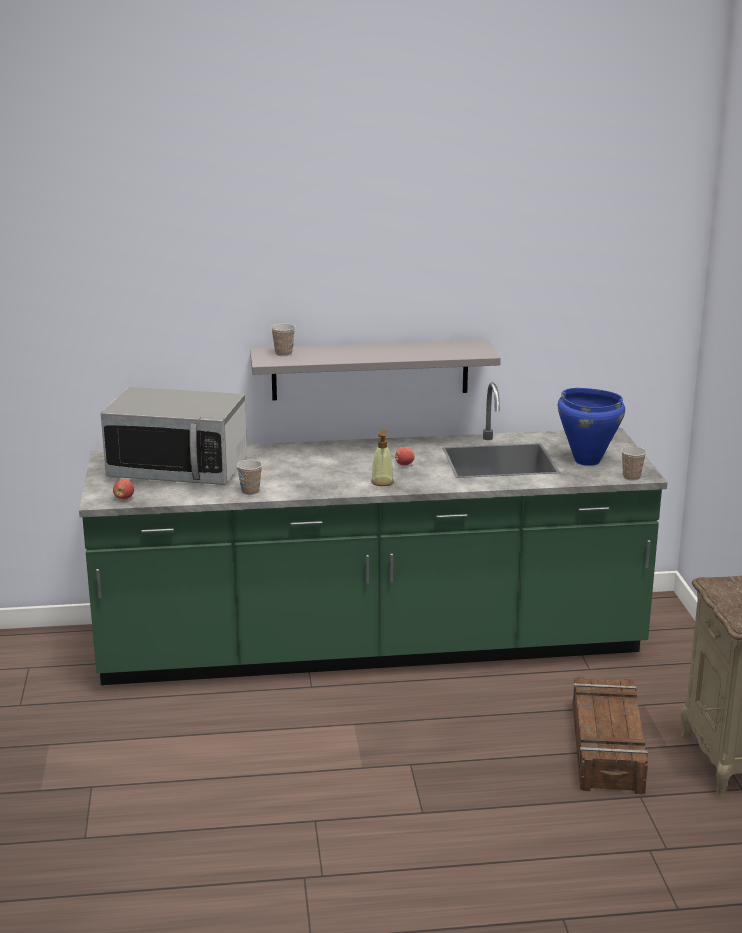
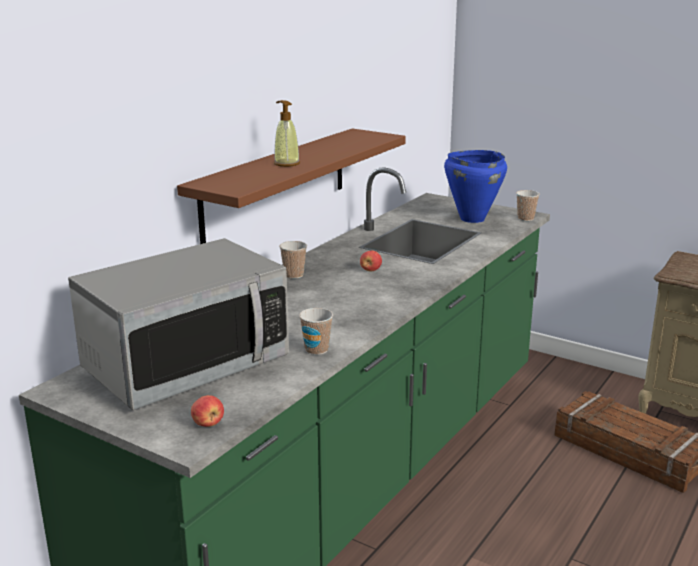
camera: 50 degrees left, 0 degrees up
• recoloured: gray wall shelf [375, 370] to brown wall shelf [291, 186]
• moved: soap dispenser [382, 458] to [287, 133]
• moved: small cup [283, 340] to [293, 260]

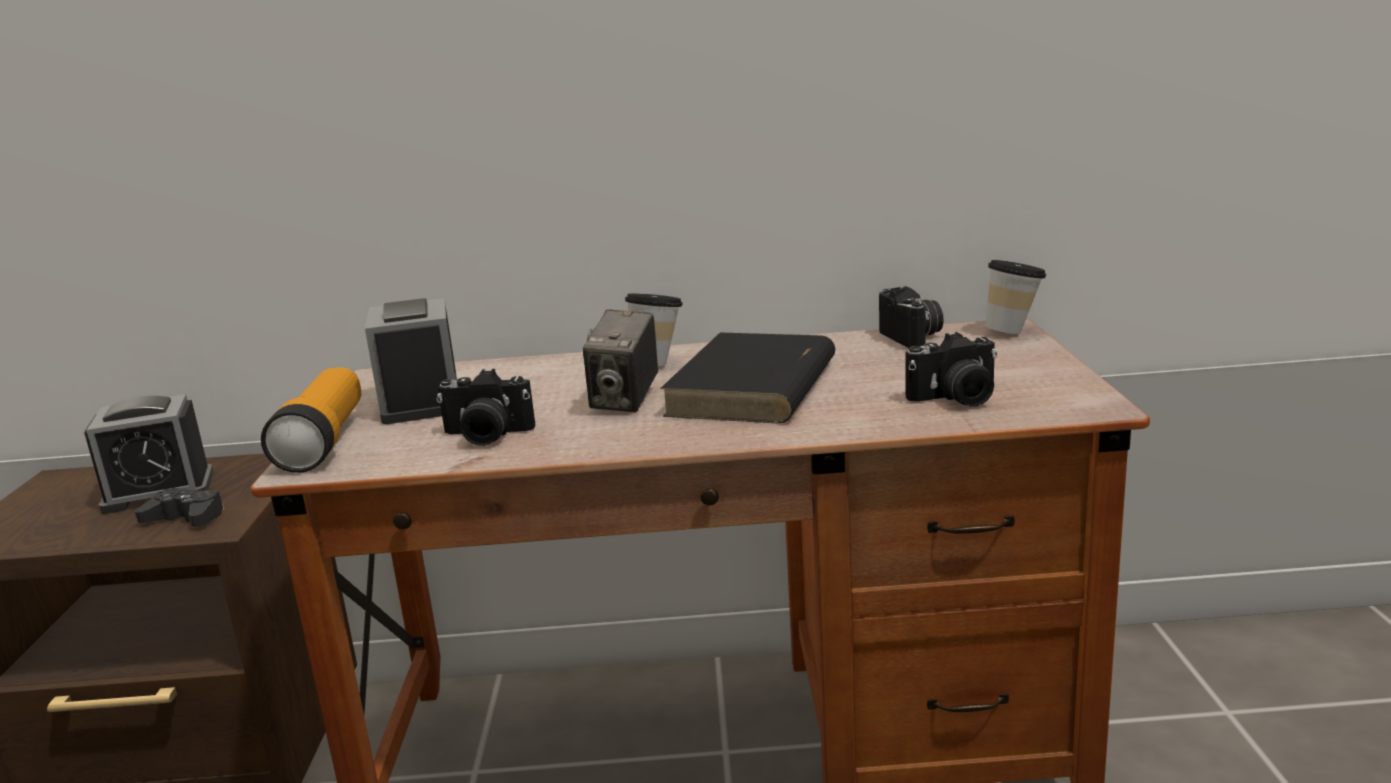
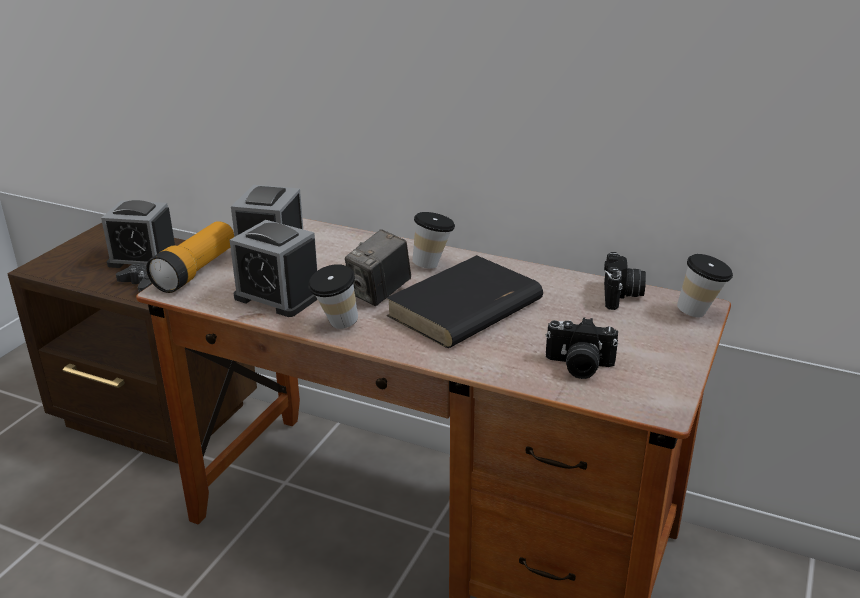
camera: 25 degrees right, 10 degrees up
• replaced: photo camera [486, 407] to table clock [274, 268]
• added: small cup [333, 296]

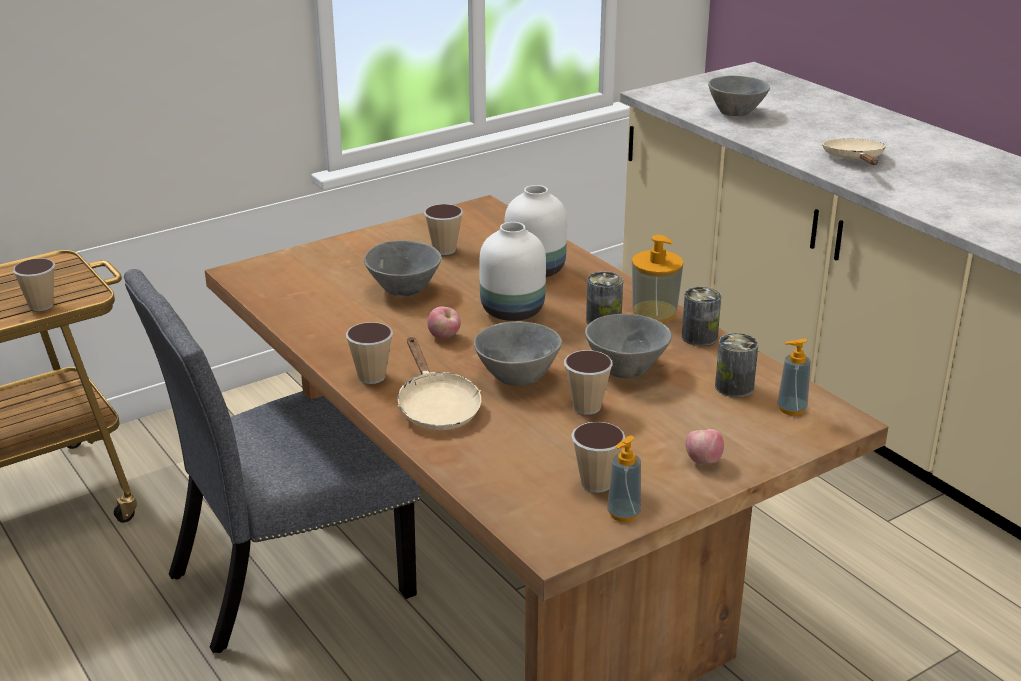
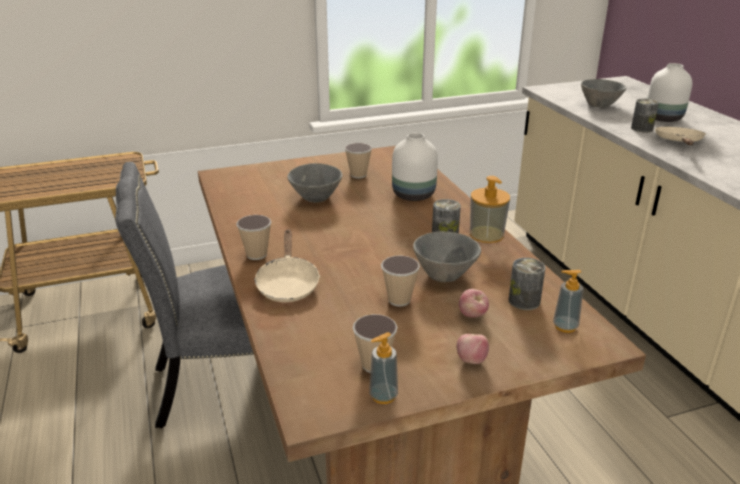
camera: 15 degrees right, 0 degrees up
• moved: whole apple [444, 322] to [474, 303]
• moved: sealed can [701, 316] to [645, 115]
• moved: white vase [512, 271] to [669, 92]
• removed: small cup [34, 284]
• removed: gray bowl [518, 353]

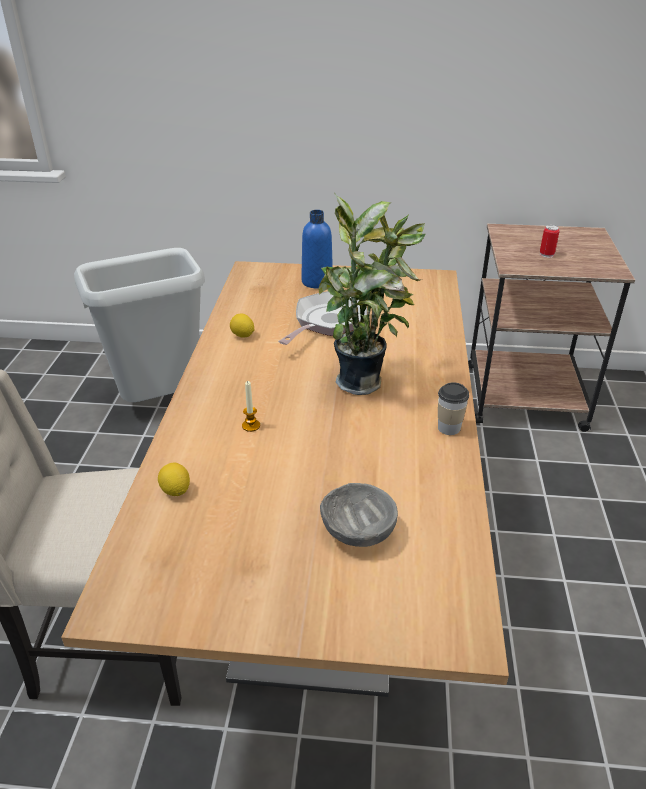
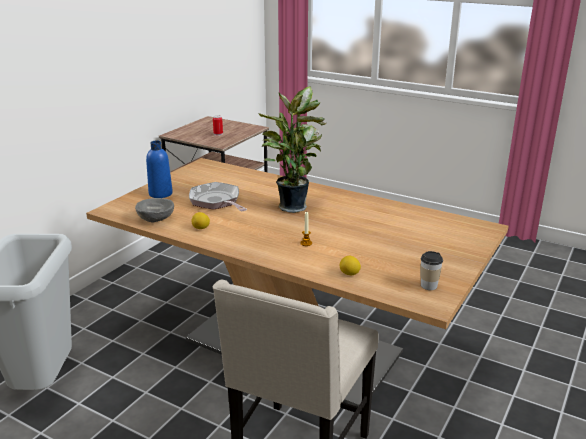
camera: 65 degrees left, 10 degrees down
• moved: gray bowl [359, 515] to [154, 210]
• moved: small cup [453, 408] to [432, 270]

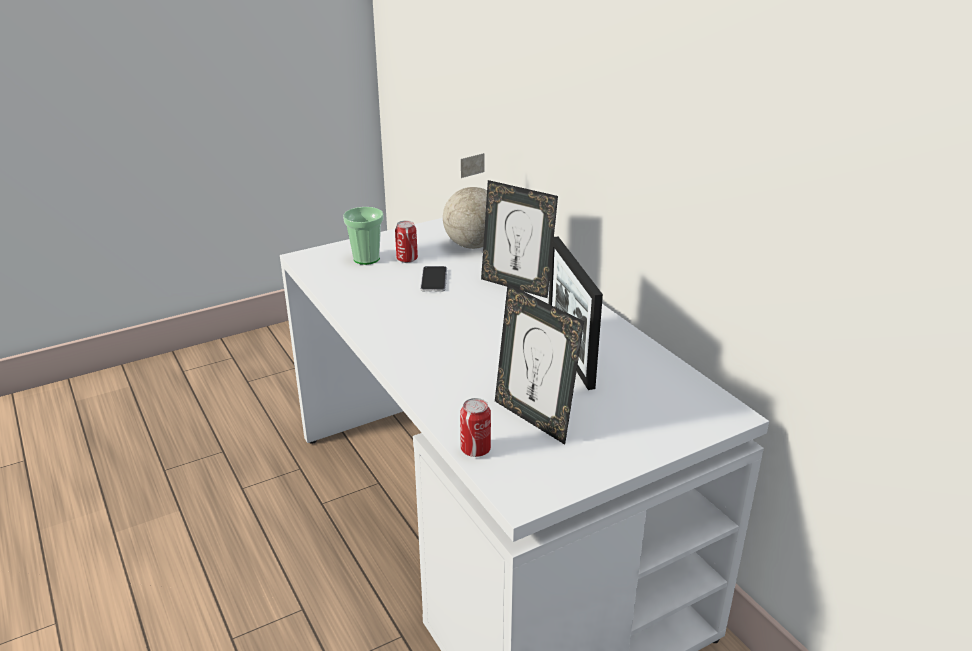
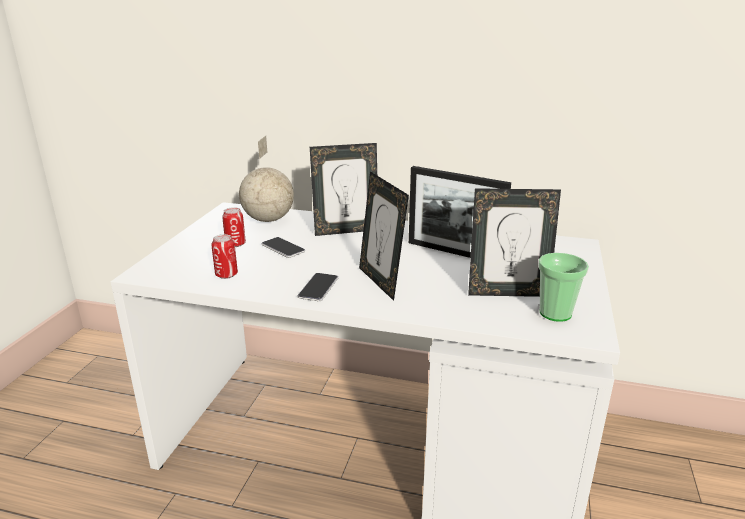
camera: 45 degrees left, 5 degrees down
• moved: sealed can [475, 427] to [224, 256]
• added: telephone [318, 287]
• added: photo frame [384, 236]
• moved: small cup [363, 236] to [563, 287]

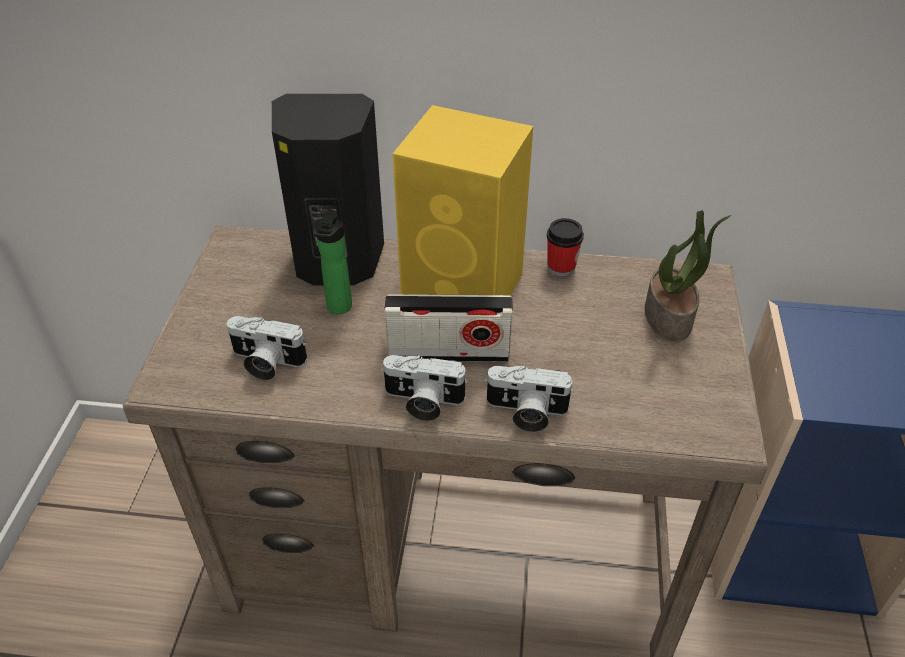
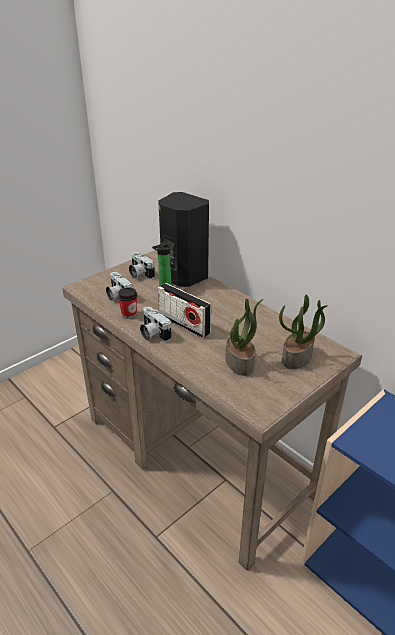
camera: 40 degrees right, 10 degrees down
• moved: small cup [565, 247] to [127, 303]
• moved: photo camera [529, 399] to [142, 265]
• added: houseplant [244, 337]
• removed: yellowish audio speaker [463, 200]

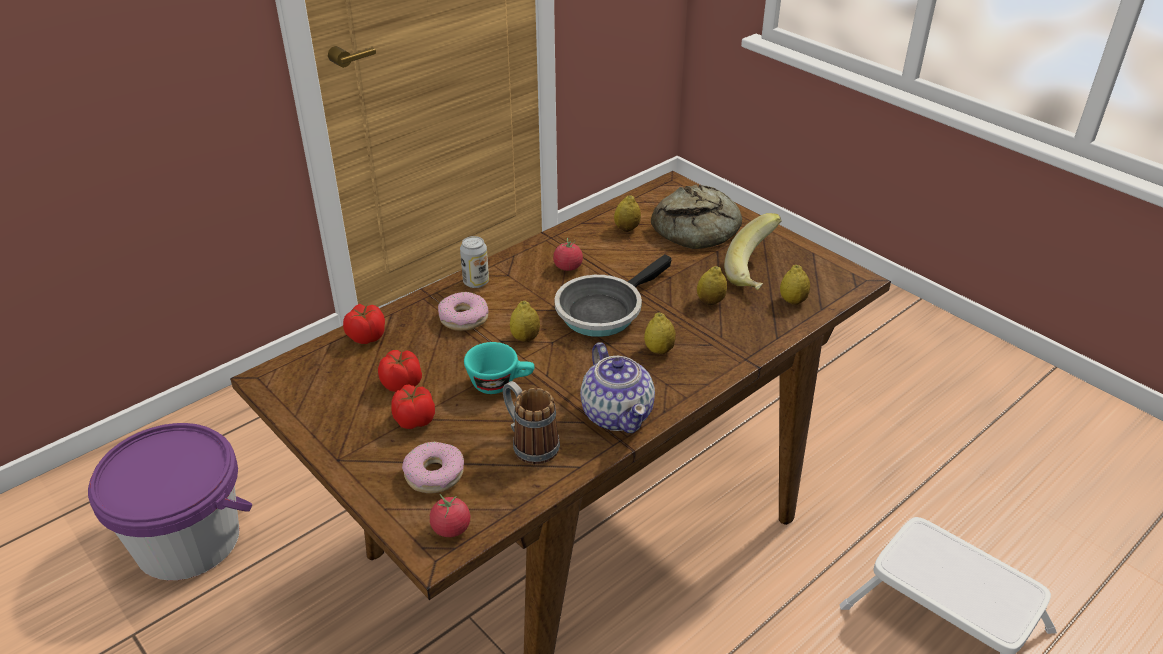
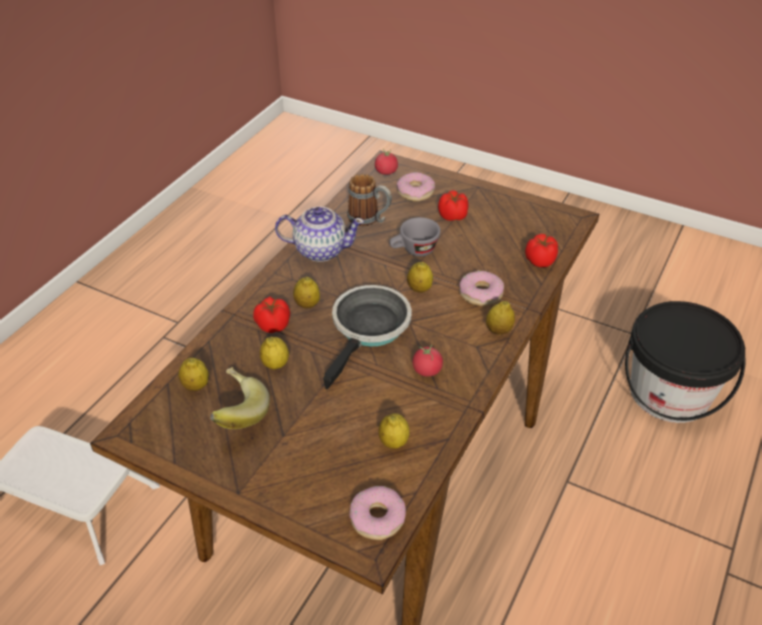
camera: 160 degrees right, 5 degrees up
• moved: fresh tomato [400, 371] to [271, 315]
• turned: tea pot [617, 387] = [319, 234] 135 degrees clockwise
• added: donut [377, 513]
• recoloured: blue-green small cup [499, 368] to gray small cup [415, 236]
• replaced: sealed can [474, 262] to whole lemon [500, 318]
• recoloured: purple-coloured pail [170, 501] to blackish pail [685, 362]
• removed: bakery bread [696, 217]

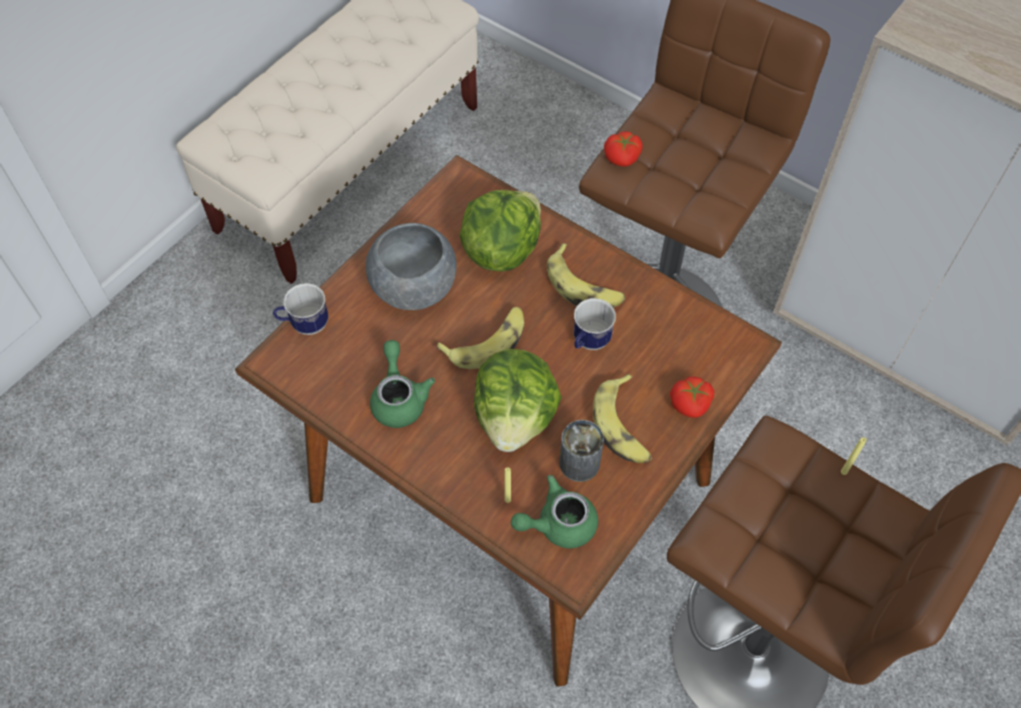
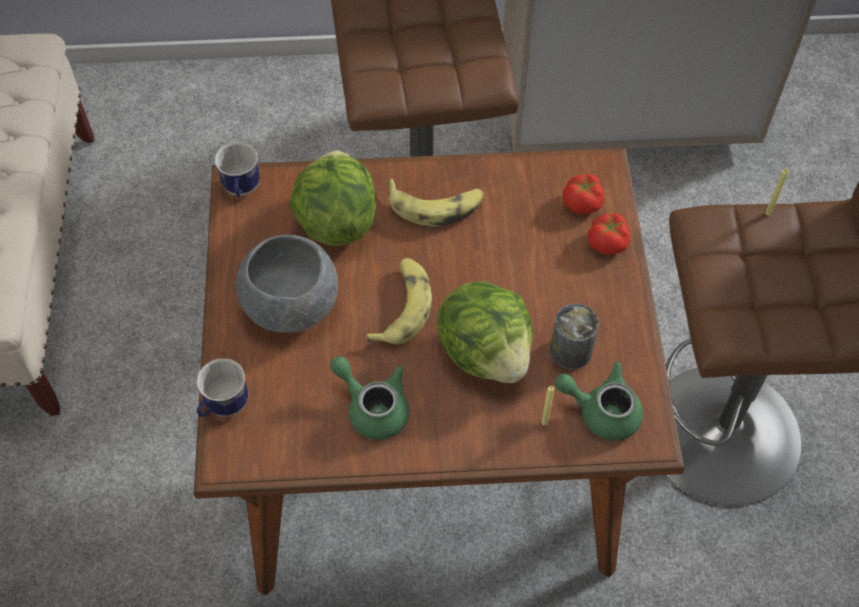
camera: 40 degrees left, 0 degrees up
• moved: coffee mug [595, 324] to [237, 169]
• turned: greenish tea pot [554, 512] = [599, 401] 75 degrees clockwise
• moved: fresh tomato [623, 149] to [583, 194]
• removed: whole banana [622, 418]

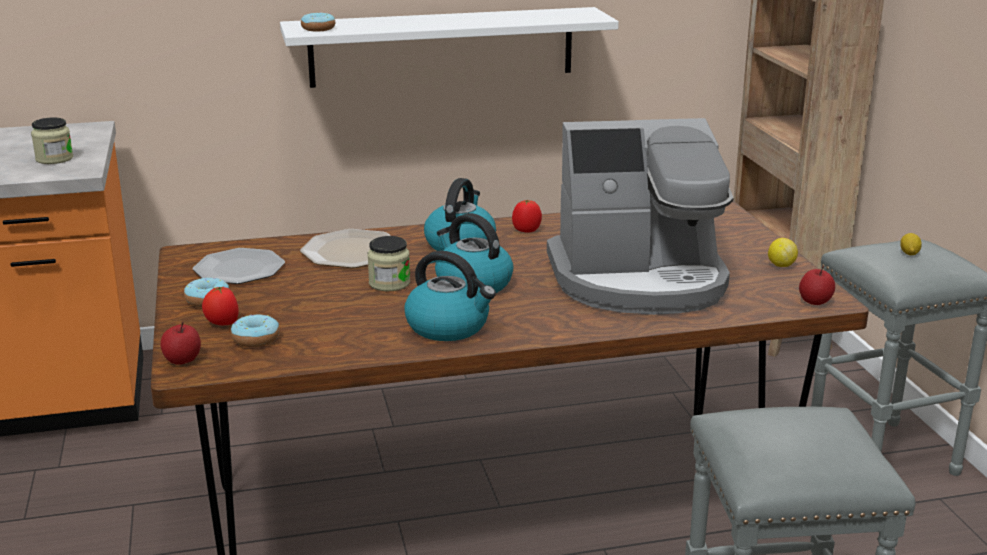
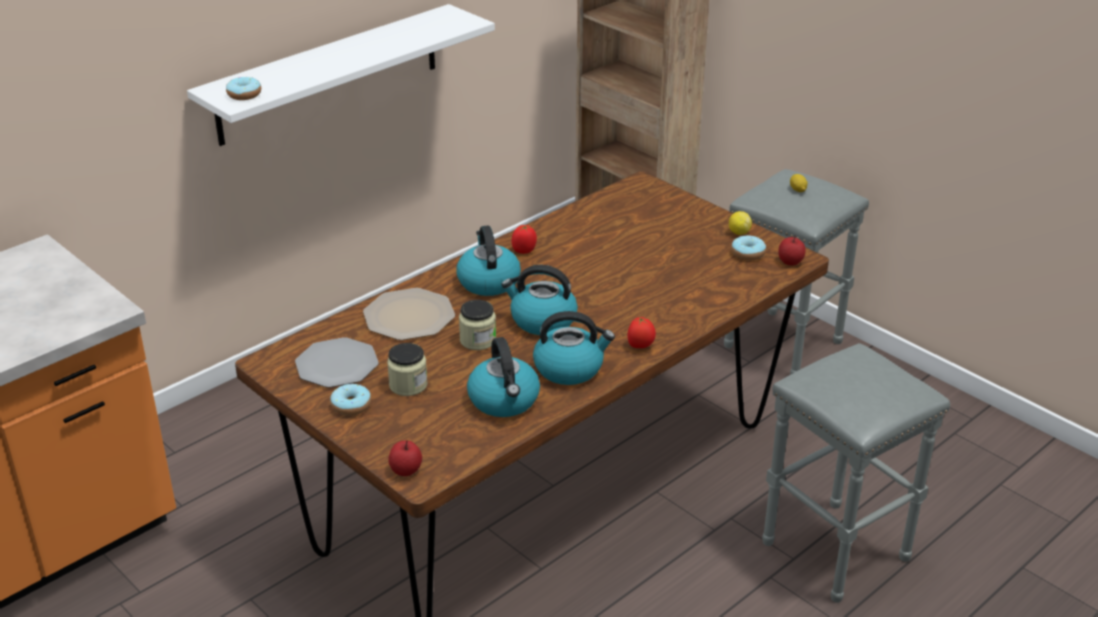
camera: 30 degrees left, 10 degrees up
• moved: storage jar [52, 140] to [407, 369]
• added: tea kettle [503, 377]
• moved: fresh tomato [220, 306] to [642, 332]
• moved: donut [255, 331] to [748, 247]
• removed: coffee maker [640, 216]

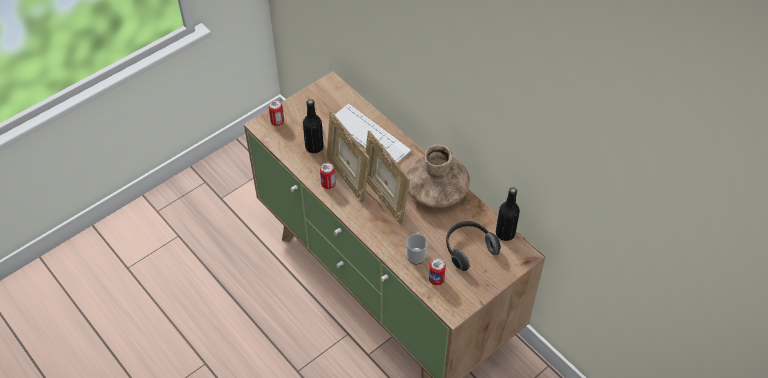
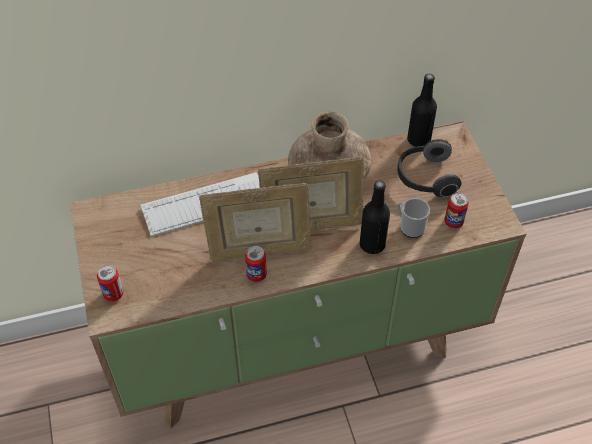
camera: 65 degrees left, 0 degrees up
• moved: blackish bottle [313, 126] to [375, 217]

